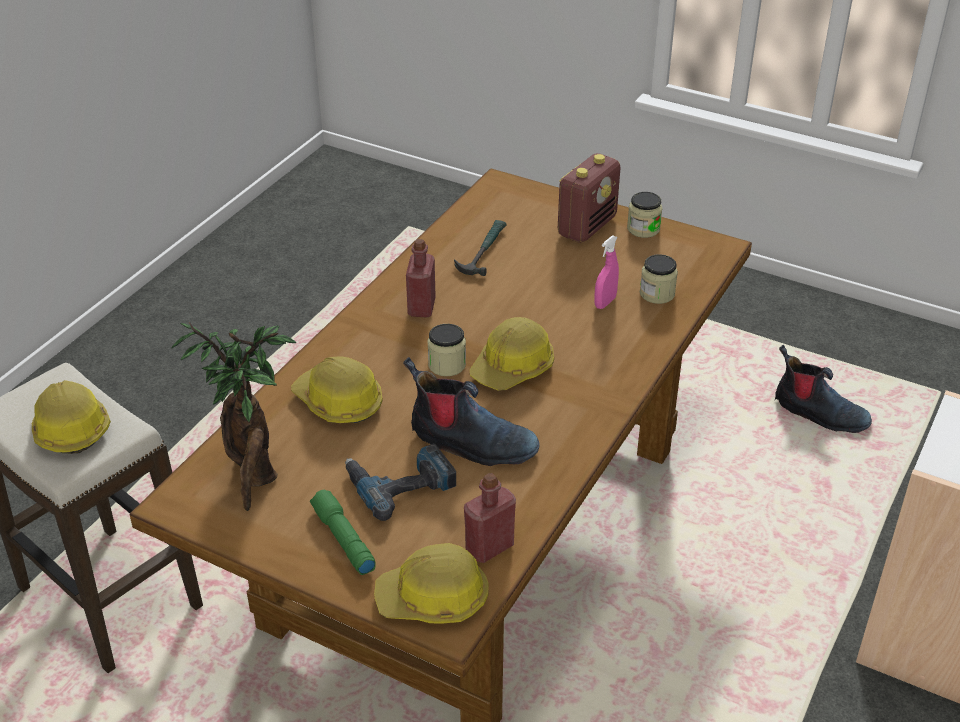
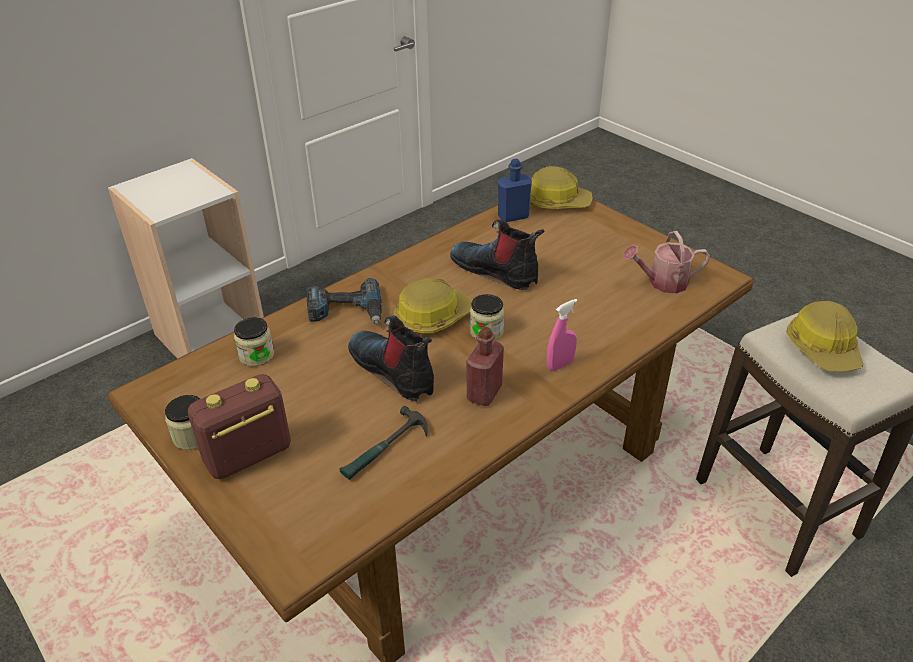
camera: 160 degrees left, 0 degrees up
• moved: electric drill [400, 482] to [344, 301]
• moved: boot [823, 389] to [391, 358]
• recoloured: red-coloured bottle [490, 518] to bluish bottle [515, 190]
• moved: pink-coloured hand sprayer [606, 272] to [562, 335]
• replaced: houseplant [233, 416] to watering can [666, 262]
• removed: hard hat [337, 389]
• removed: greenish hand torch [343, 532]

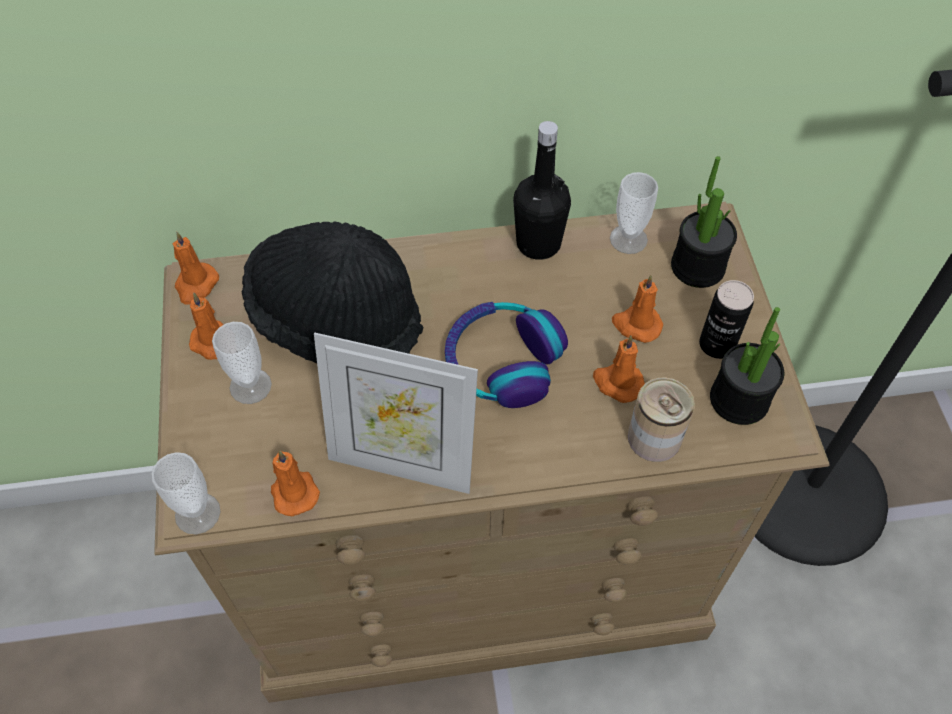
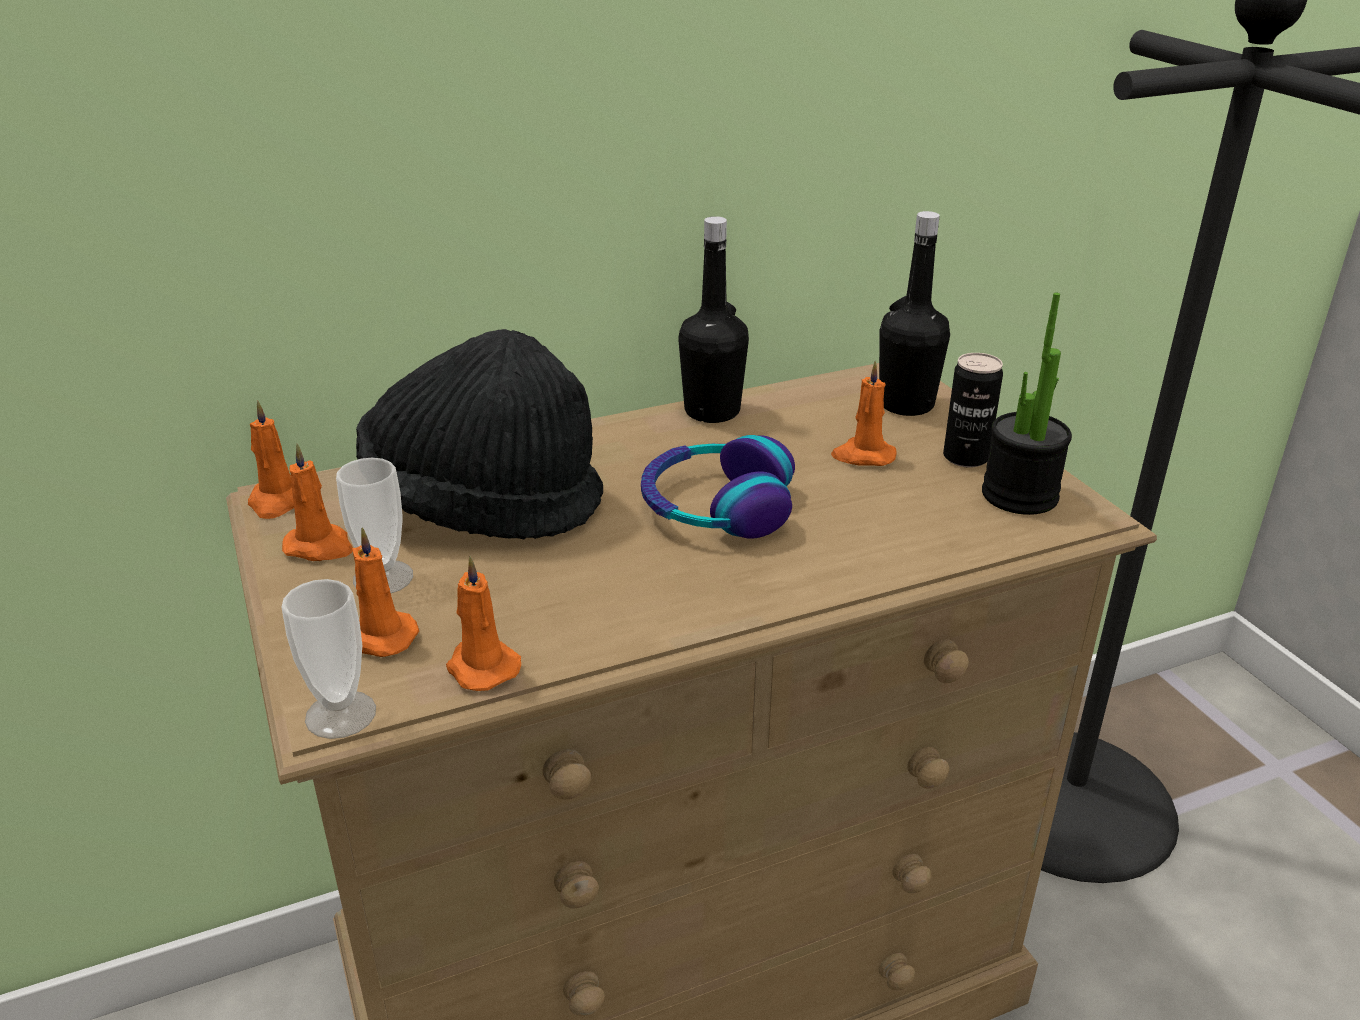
camera: 15 degrees left, 25 degrees down
• moved: orangey candle [619, 369] to [385, 592]
• replaced: houseplant [704, 222] to blackish bottle [914, 313]
• removed: photo frame [396, 413]
• removed: small cup [634, 213]
• removed: sealed can [661, 419]

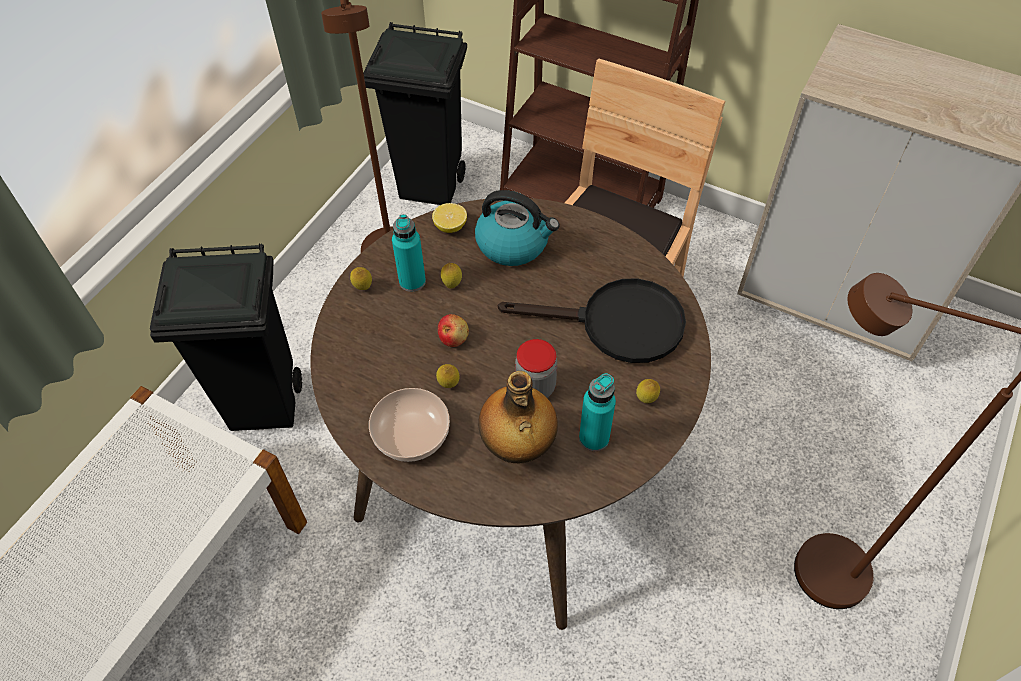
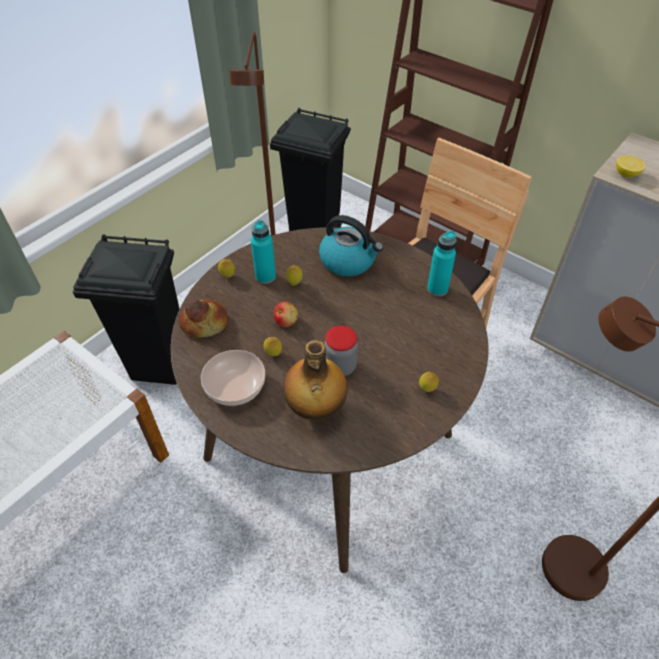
camera: 10 degrees right, 5 degrees down
• added: bakery bread [203, 318]
• moved: blue-green bottle [597, 412] to [442, 263]
• moved: whole lemon [449, 218] to [631, 166]
• removed: blackish skillet [592, 320]

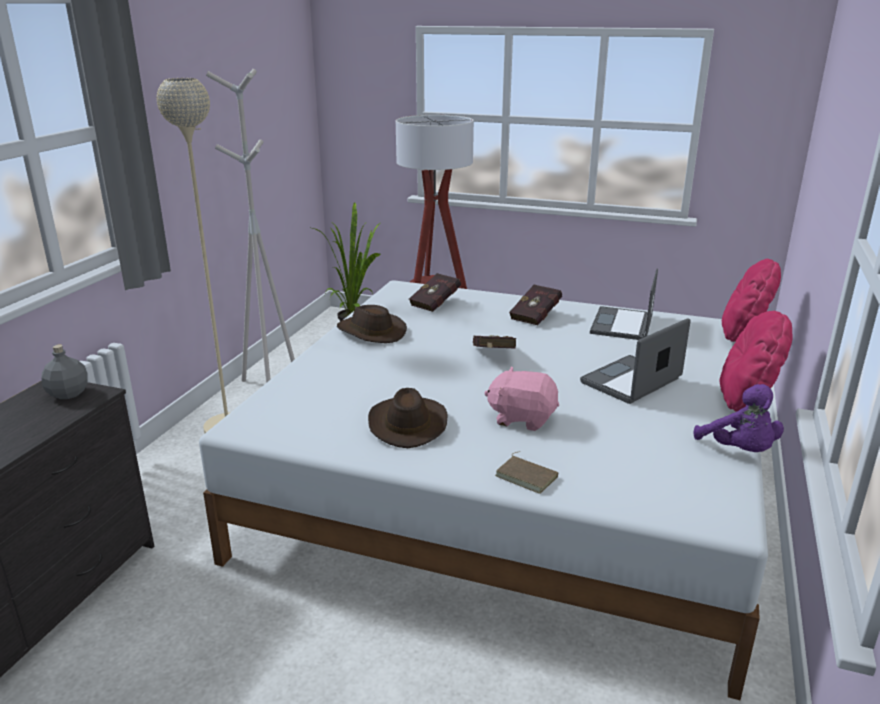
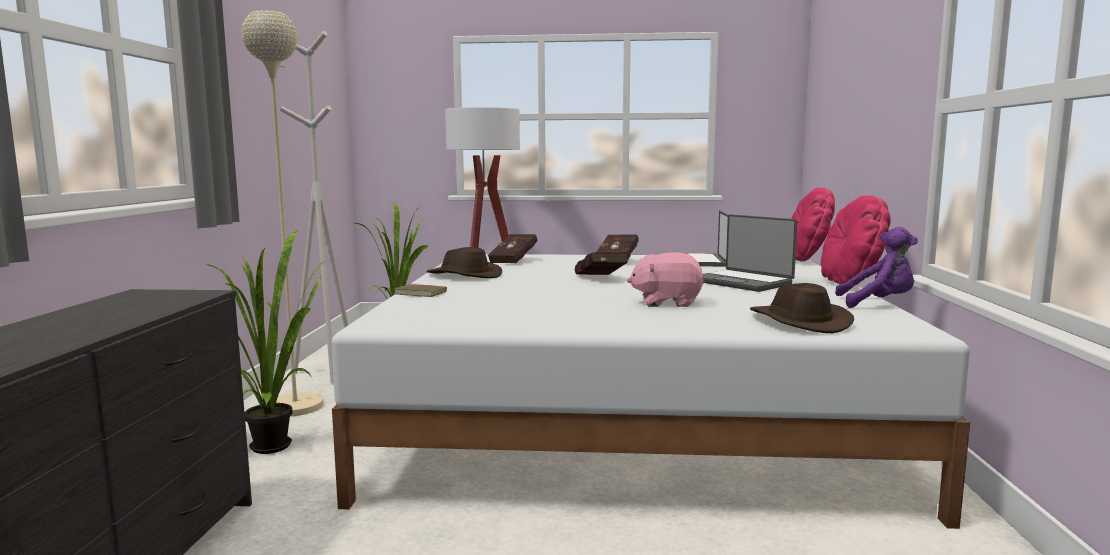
camera: 15 degrees left, 15 degrees down
• added: houseplant [265, 342]
• moved: brown volume [527, 472] to [420, 290]
• turned: laptop [635, 361] = [750, 253] 75 degrees counterclockwise
• moved: brown hat [408, 418] to [802, 308]
• turned: purple-coloured cuddly toy [738, 418] = [876, 267] 45 degrees counterclockwise
• removed: gray bottle [64, 371]

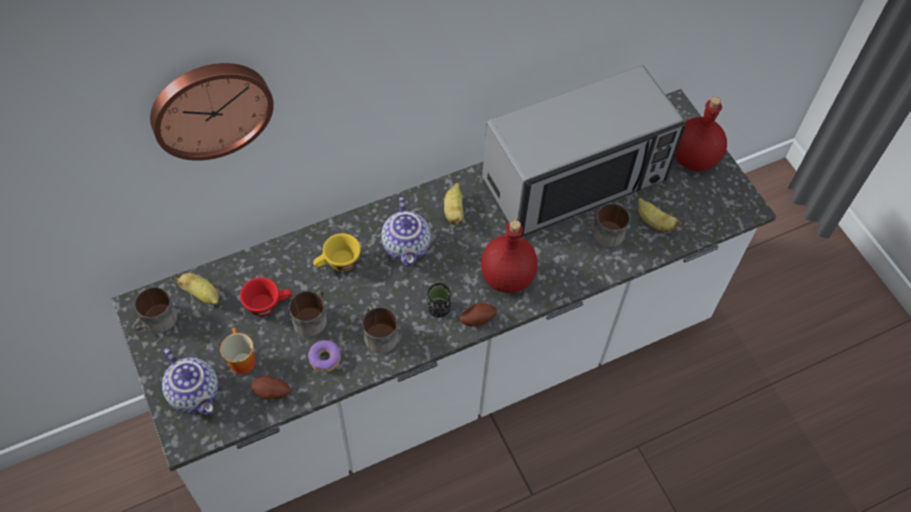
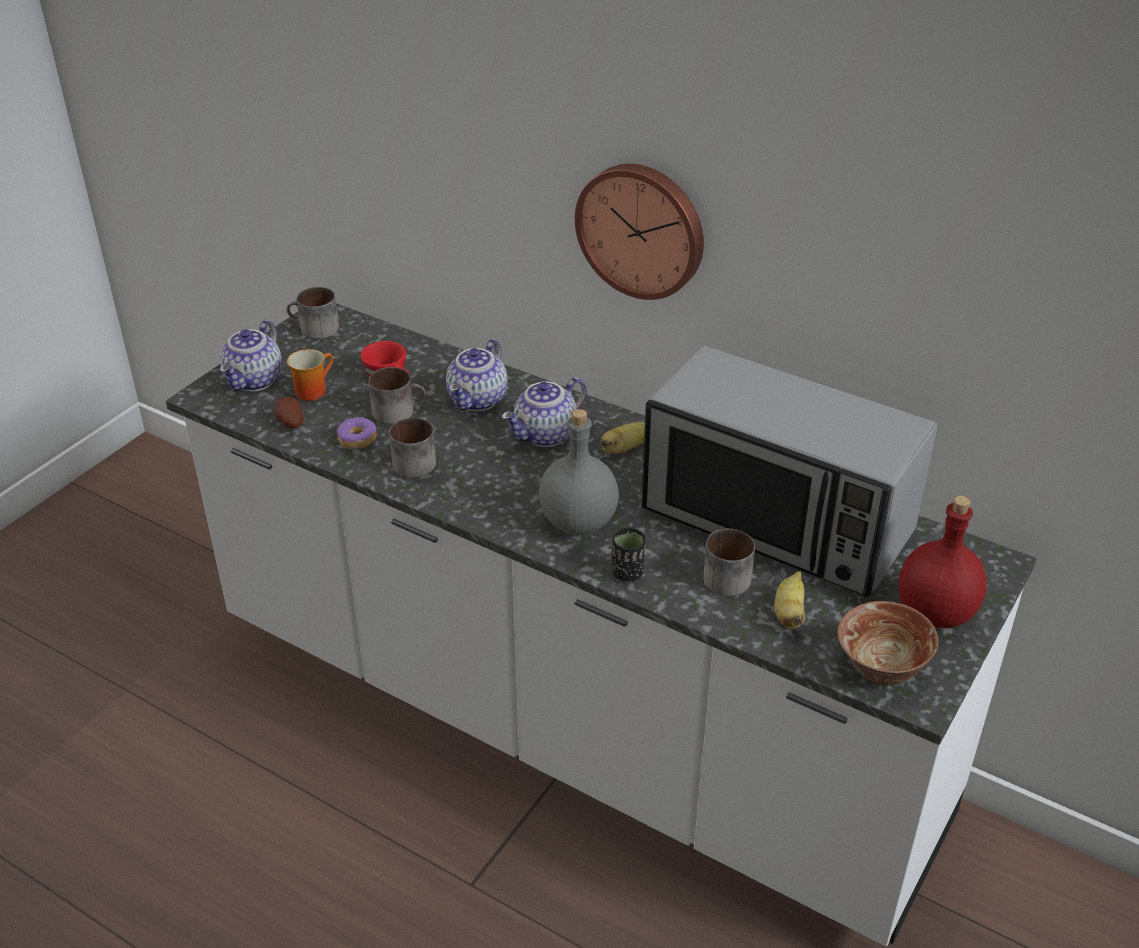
camera: 60 degrees right, 20 degrees down
• replaced: yellowish small cup [337, 252] to tea pot [476, 374]
• recoloured: red-coloured bottle [509, 256] to gray bottle [579, 472]
• moved: wall clock [212, 112] to [639, 232]
• moved: blackish small cup [439, 300] to [629, 554]
• added: bowl [887, 643]
• removed: whole banana [196, 289]
• removed: whole potato [478, 315]

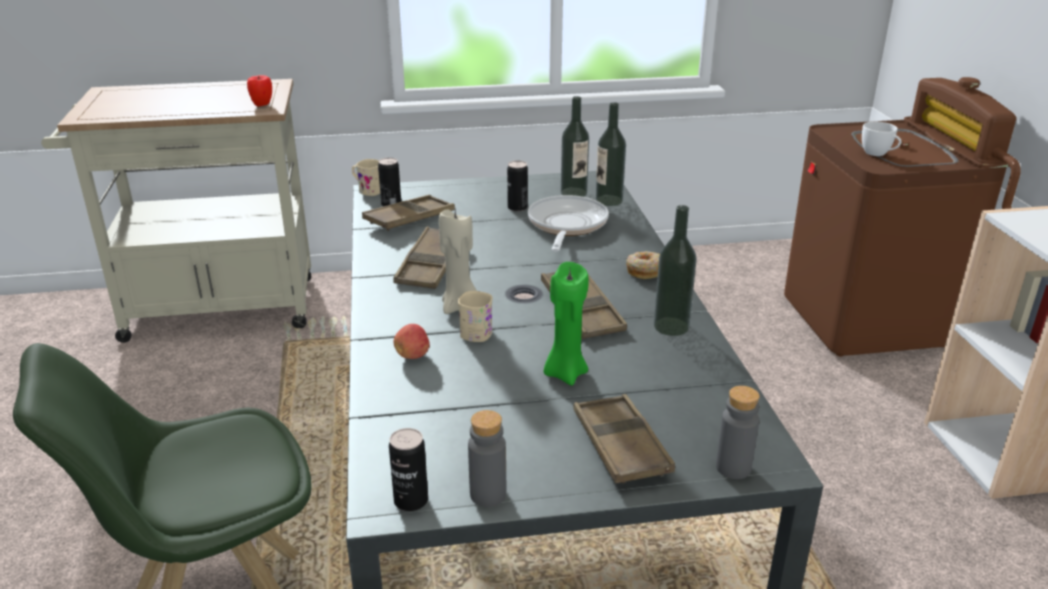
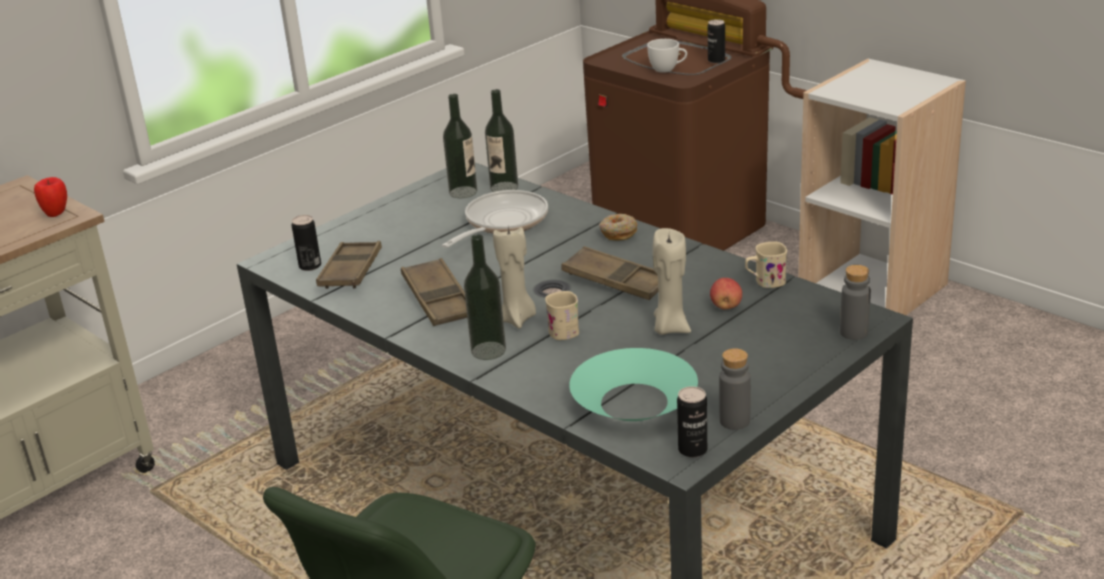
camera: 35 degrees left, 0 degrees up
• turned: skillet [568, 223] = [495, 219] 60 degrees clockwise
• moved: bottle [675, 270] to [485, 297]
• added: blue-green bowl [633, 384]
• recoloured: greenish candle [566, 324] to beige-coloured candle [672, 281]
• moved: sealed can [517, 186] to [716, 41]
• moved: whole apple [411, 341] to [726, 293]
• moved: beige-coloured coffee mug [366, 177] to [766, 265]
• removed: brown carrying tray [624, 439]

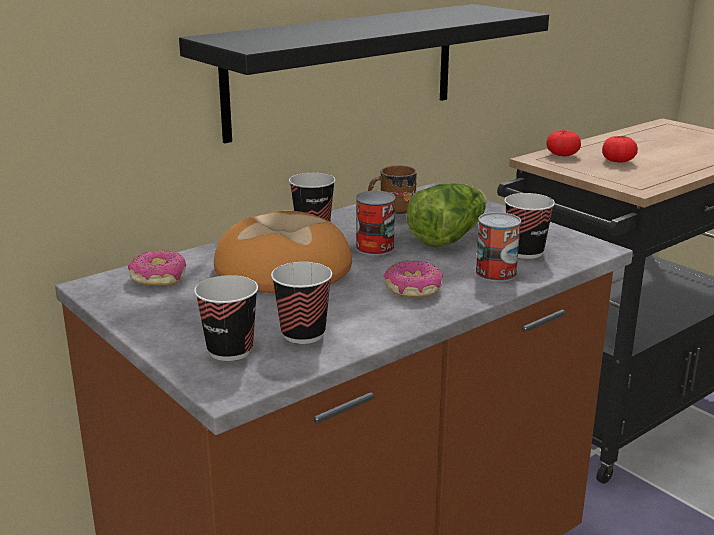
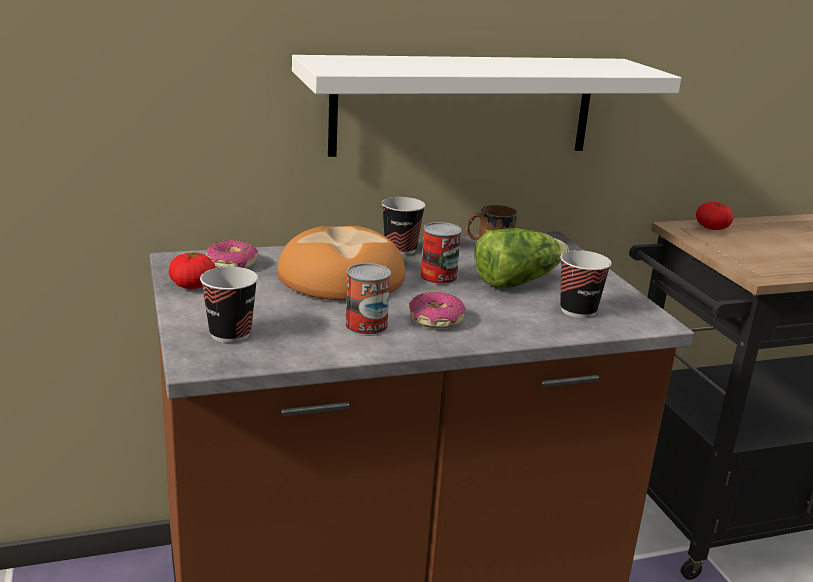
camera: 20 degrees right, 0 degrees up
• moved: fresh tomato [620, 149] to [192, 271]
• recoloured: blackish wall shelf [364, 73] to white wall shelf [486, 106]
• moved: sealed can [498, 247] to [368, 299]
• removed: small cup [301, 303]

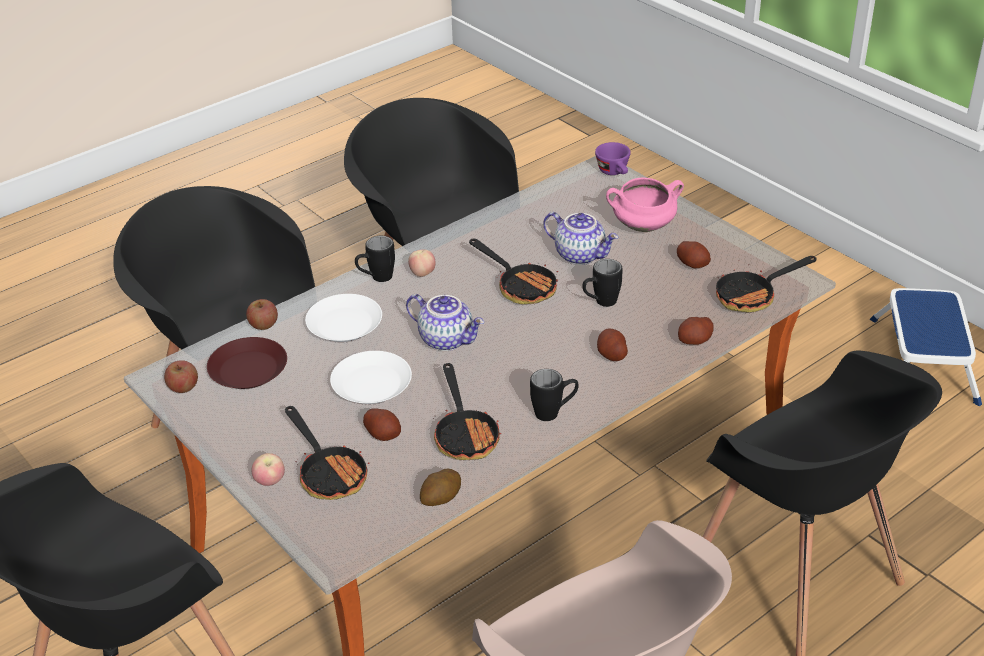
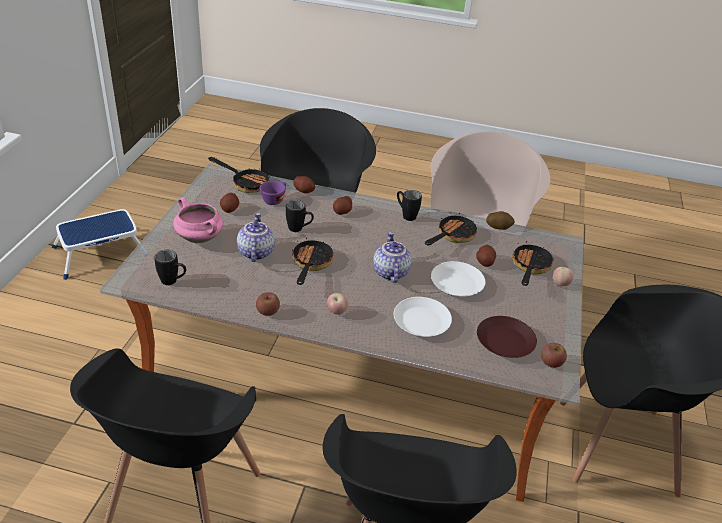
camera: 130 degrees left, 0 degrees up
• moved: blackish coffee mug [375, 259] to [170, 267]
• moved: whole apple [262, 314] to [268, 304]
• moved: purple-coloured small cup [613, 158] to [273, 193]

